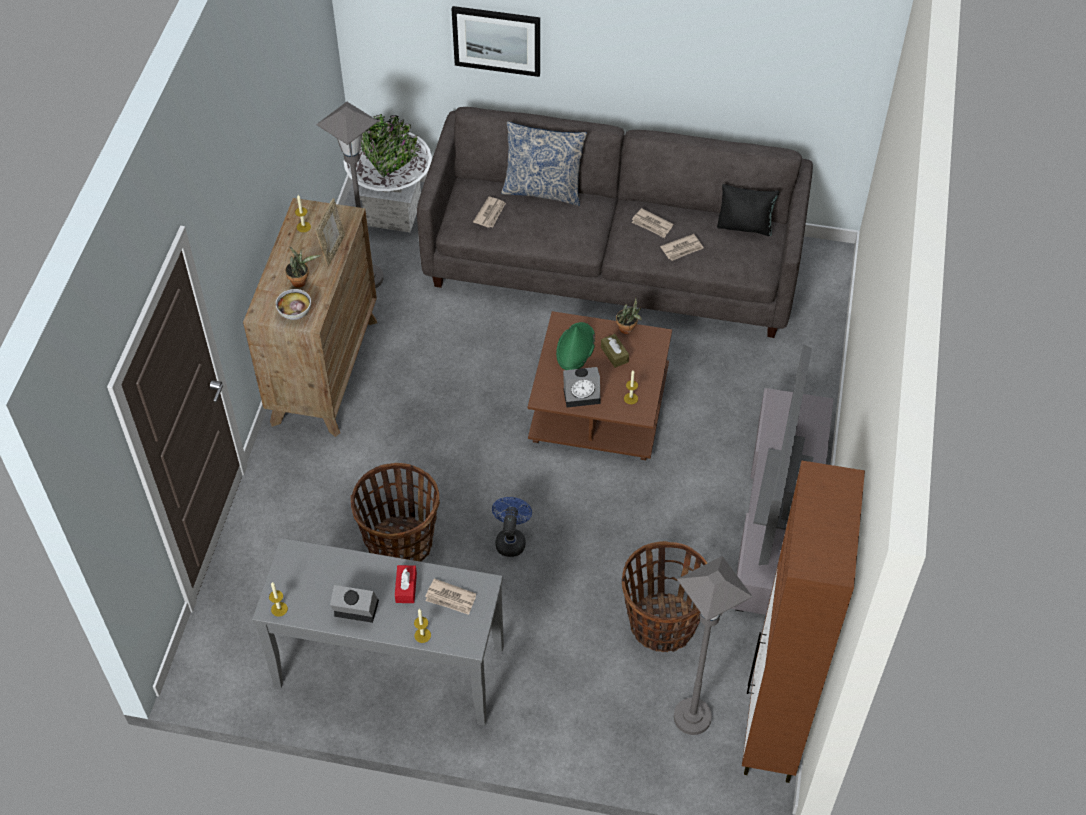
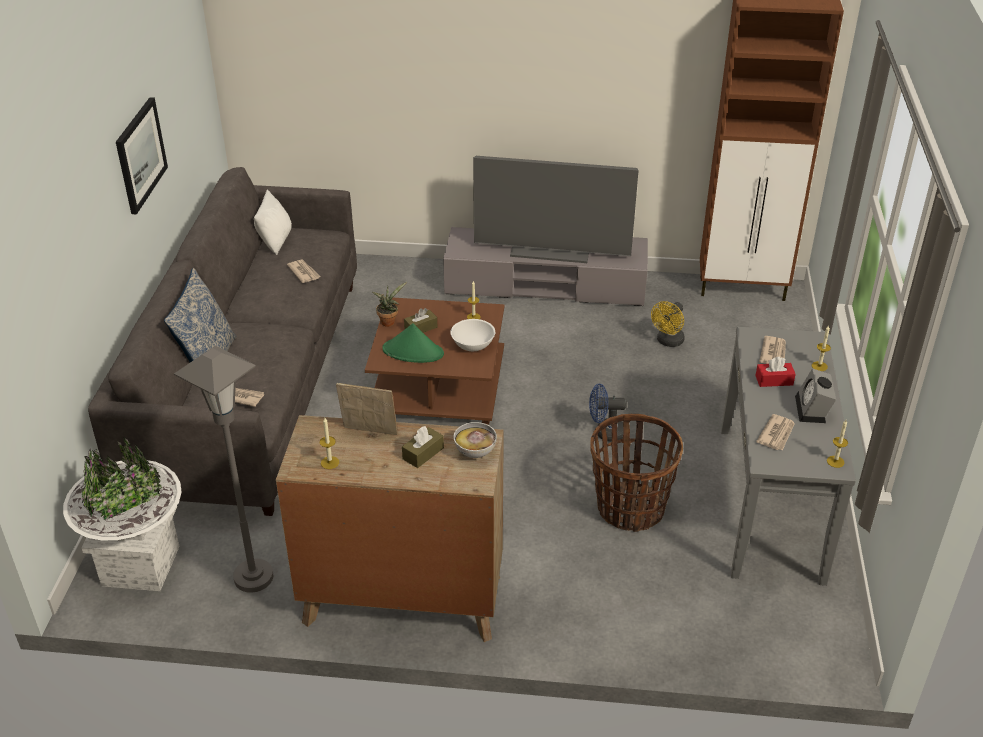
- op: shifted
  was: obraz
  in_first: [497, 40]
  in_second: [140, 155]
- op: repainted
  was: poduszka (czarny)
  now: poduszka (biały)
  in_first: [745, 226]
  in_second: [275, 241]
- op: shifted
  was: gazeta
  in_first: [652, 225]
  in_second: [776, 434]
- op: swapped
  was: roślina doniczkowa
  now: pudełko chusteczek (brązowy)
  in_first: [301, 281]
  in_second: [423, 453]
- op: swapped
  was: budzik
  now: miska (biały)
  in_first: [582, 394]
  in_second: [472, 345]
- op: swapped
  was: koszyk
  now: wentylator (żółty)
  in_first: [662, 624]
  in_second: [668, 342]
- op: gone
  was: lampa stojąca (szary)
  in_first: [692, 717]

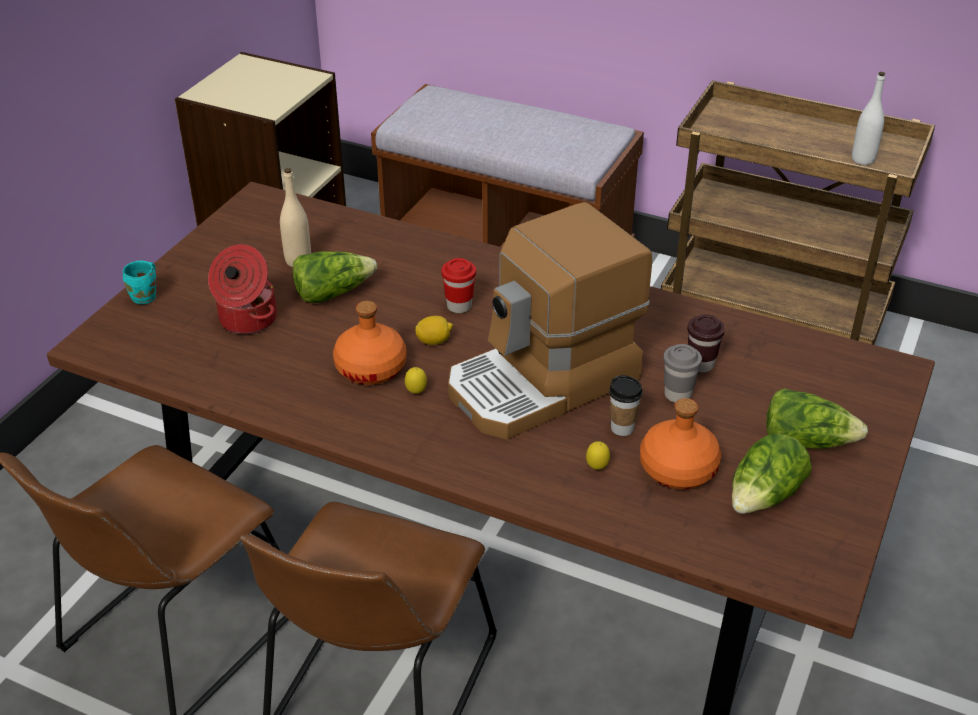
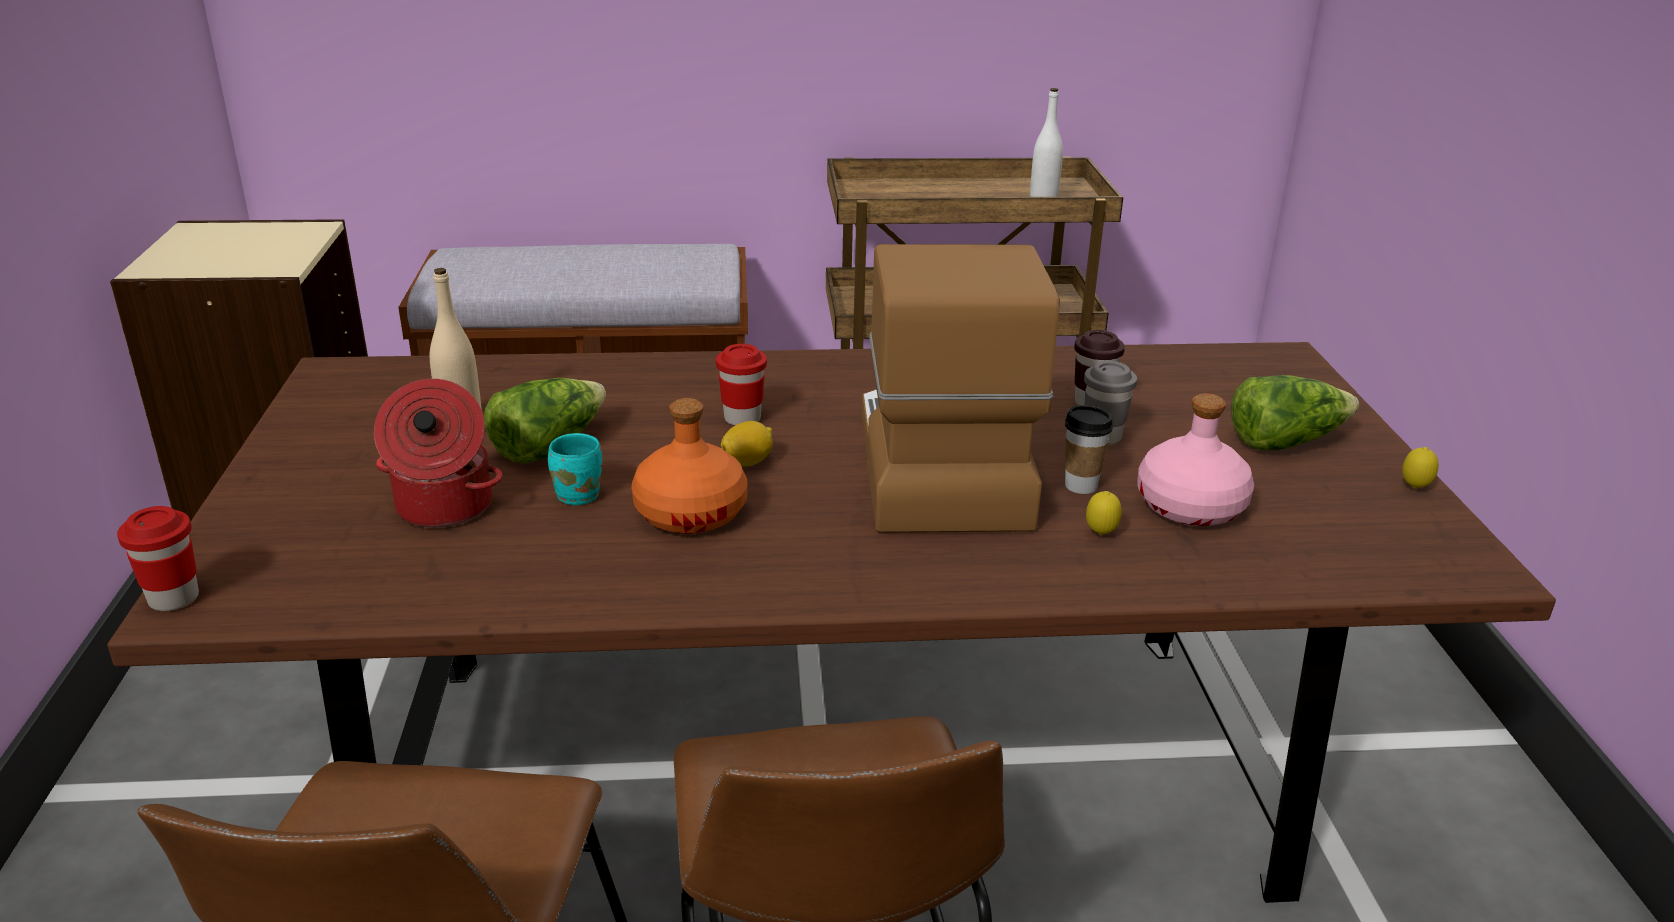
- op: rotated
  was: ekspres do kawy
  in_first: [544, 383]
  in_second: [937, 468]
  clockwise: 150
- op: shifted
  was: kubek (turkusowy)
  in_first: [146, 297]
  in_second: [581, 494]
- op: shifted
  was: cytryna
  in_first: [416, 392]
  in_second: [1414, 488]
- op: repainted
  was: butelka (pomarańczowy)
  now: butelka (różowy)
  in_first: [677, 469]
  in_second: [1189, 507]
- op: gone
  was: sałata
  in_first: [764, 496]
- op: new
  now: filiżanka (czerwony)
  in_second: [174, 599]

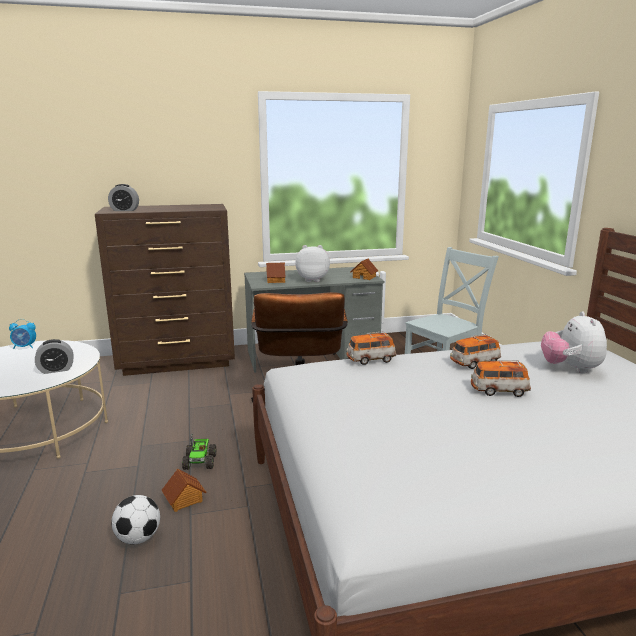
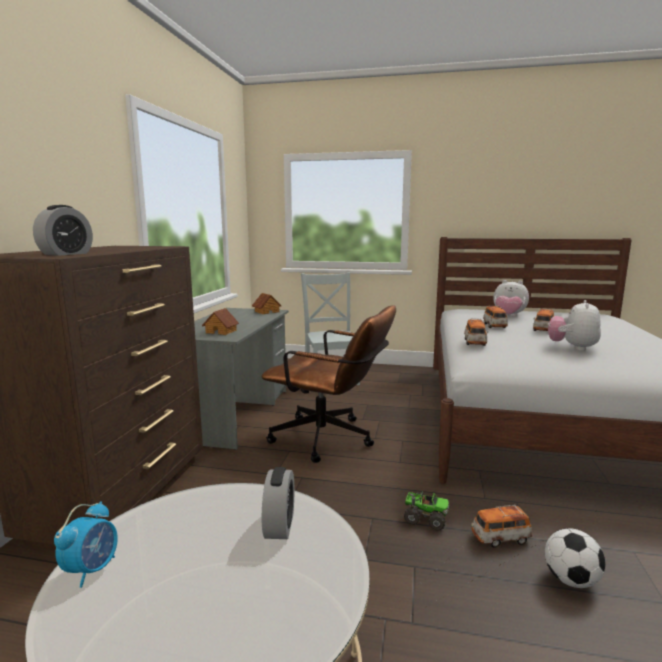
- op: shifted
  was: pluszak
  in_first: [312, 280]
  in_second: [572, 348]
- op: swapped
  was: domek
  now: samochodzik
  in_first: [184, 499]
  in_second: [500, 538]

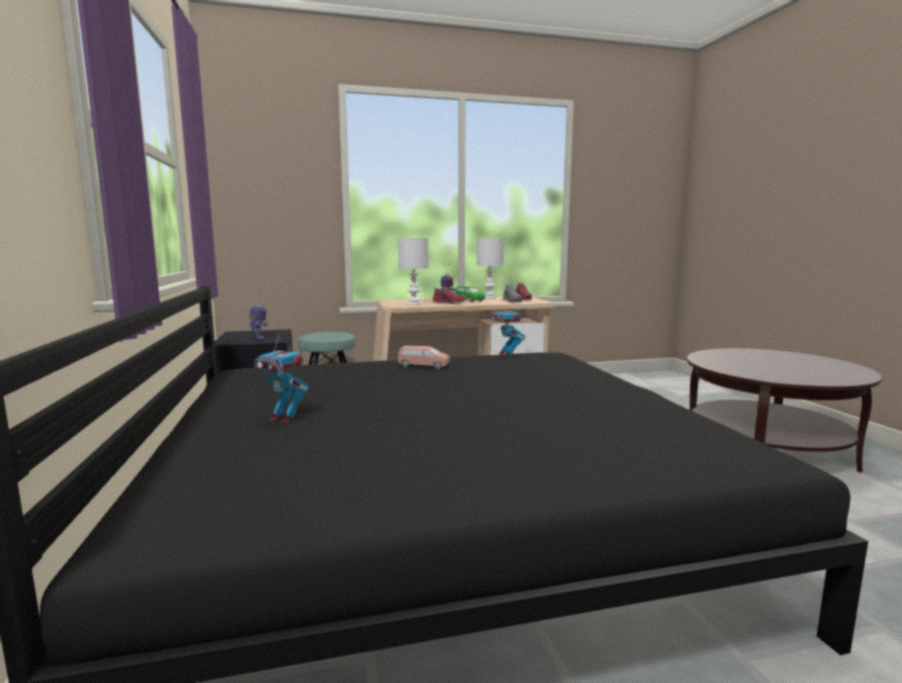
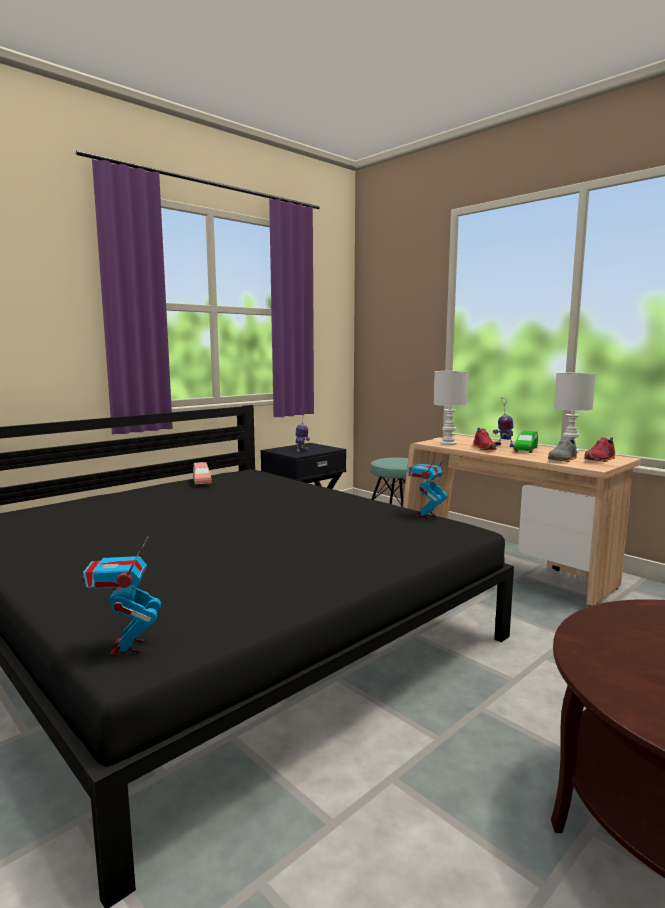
- op: shifted
  was: robot zabawkowy
  in_first: [284, 418]
  in_second: [126, 647]
- op: shifted
  was: samochodzik (różowy)
  in_first: [423, 366]
  in_second: [201, 481]

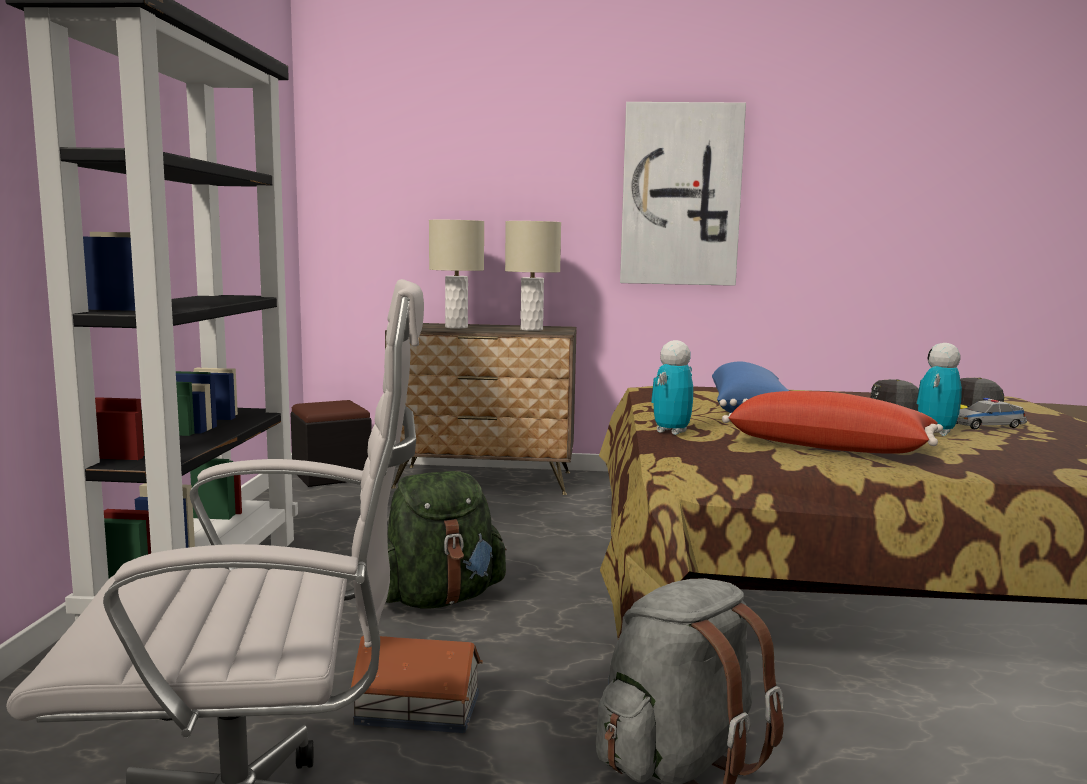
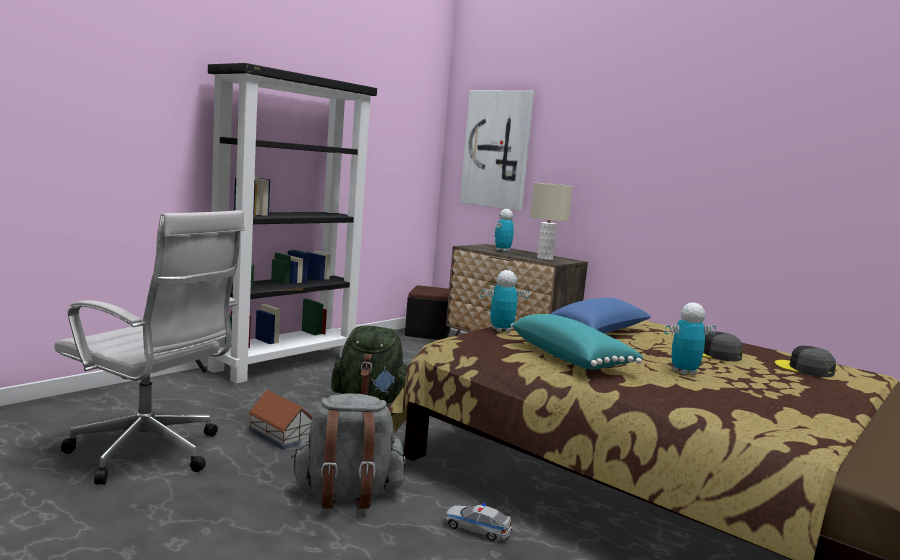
- op: shifted
  was: obraz
  in_first: [681, 195]
  in_second: [497, 149]
- op: swapped
  was: lampa stołowa (beżowy)
  now: robot zabawkowy
  in_first: [456, 327]
  in_second: [502, 250]
- op: repainted
  was: poduszka (czerwony)
  now: poduszka (turkusowy)
  in_first: [829, 447]
  in_second: [571, 358]
- op: shifted
  was: samochodzik
  in_first: [985, 426]
  in_second: [477, 529]

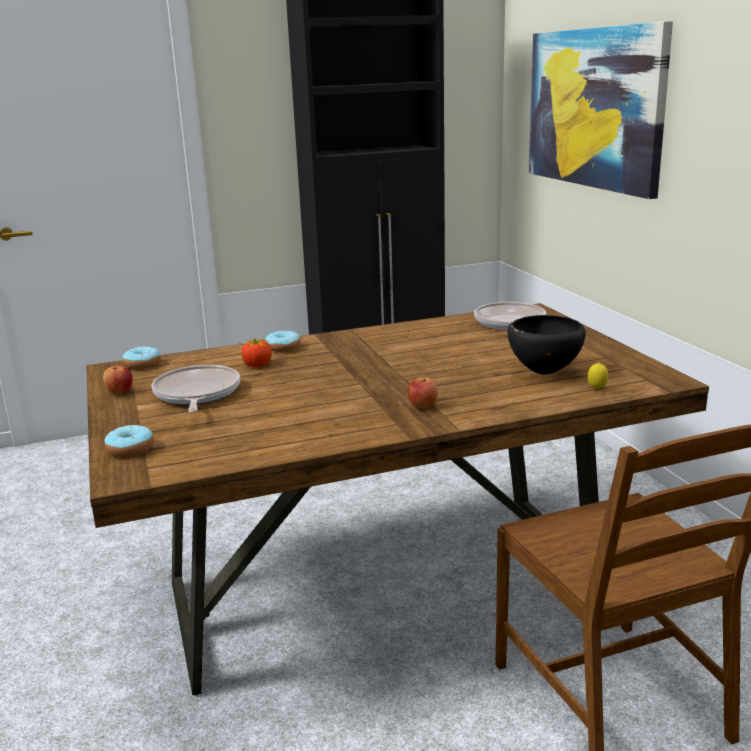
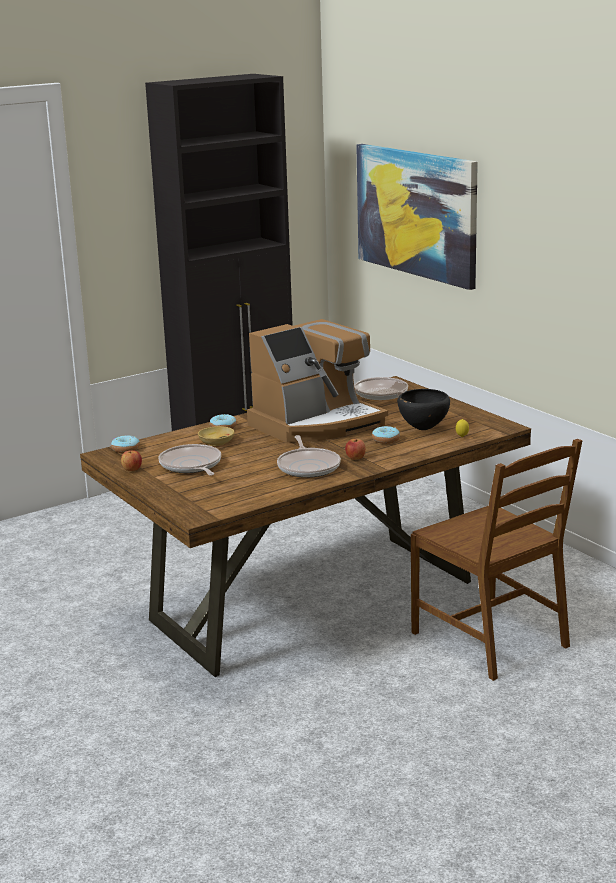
- op: swapped
  was: pomidor
  now: miska (beżowy)
  in_first: [257, 366]
  in_second: [216, 442]
- op: shifted
  was: donut
  in_first: [130, 449]
  in_second: [385, 440]
- op: new
  now: ekspres do kawy
  in_second: [317, 424]
- op: new
  now: patelnia
  in_second: [308, 466]

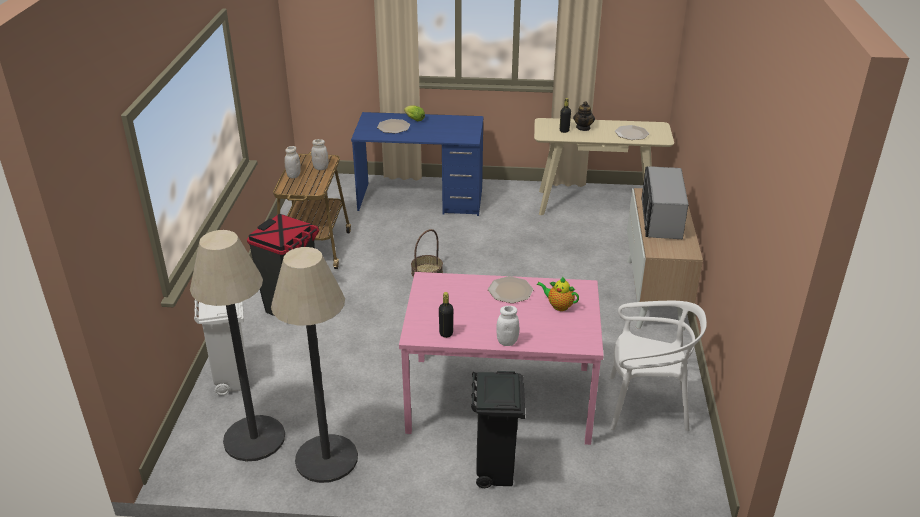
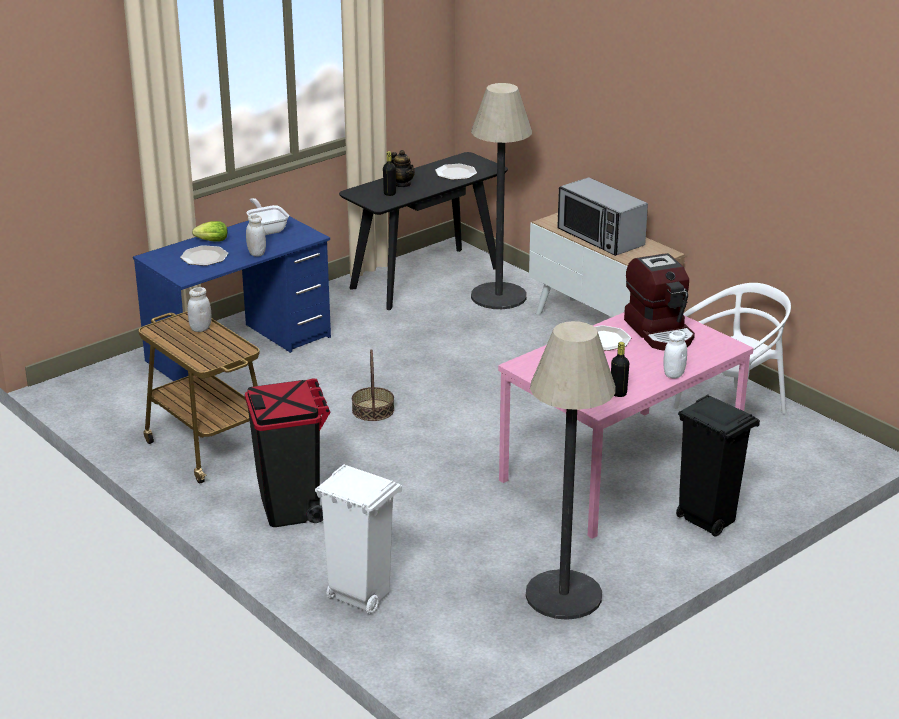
- op: repainted
  was: stolik konsolowy (beżowy)
  now: stolik konsolowy (czarny)
  in_first: [595, 204]
  in_second: [425, 278]
- op: shifted
  was: słoik (biały)
  in_first: [293, 175]
  in_second: [256, 253]
- op: shifted
  was: lampa stojąca
  in_first: [254, 438]
  in_second: [498, 296]
- op: swapped
  was: imbryk
  now: ekspres do kawy
  in_first: [558, 306]
  in_second: [660, 331]
- op: new
  now: patelnia
  in_second: [267, 229]

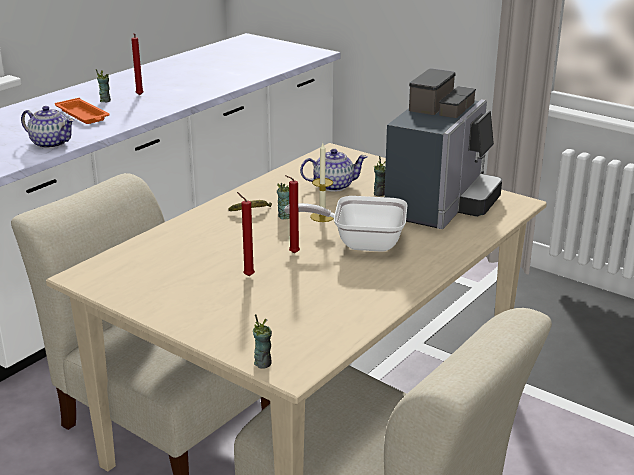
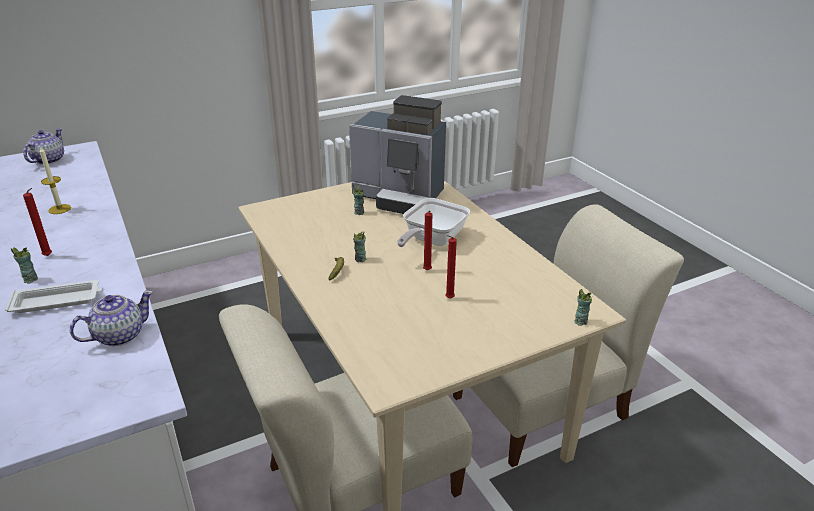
- op: rotated
  was: ekspres do kawy
  in_first: [441, 205]
  in_second: [400, 197]
  clockwise: 150
- op: repainted
  was: taca (pomarańczowy)
  now: taca (biały)
  in_first: [83, 115]
  in_second: [57, 301]
- op: shifted
  was: świeca
  in_first: [322, 216]
  in_second: [59, 209]
- op: shifted
  was: imbryk
  in_first: [333, 186]
  in_second: [48, 160]

